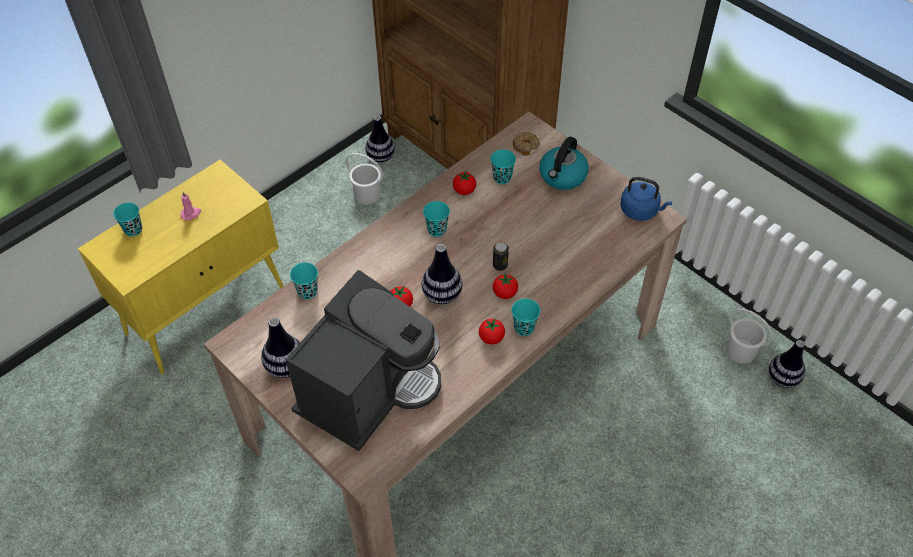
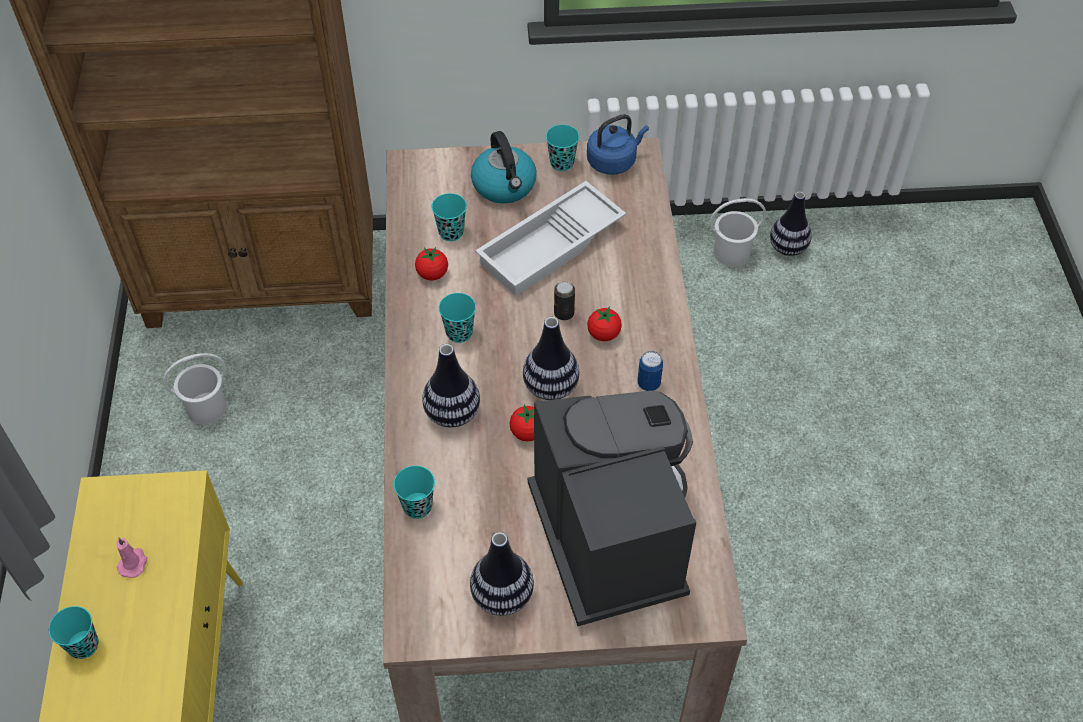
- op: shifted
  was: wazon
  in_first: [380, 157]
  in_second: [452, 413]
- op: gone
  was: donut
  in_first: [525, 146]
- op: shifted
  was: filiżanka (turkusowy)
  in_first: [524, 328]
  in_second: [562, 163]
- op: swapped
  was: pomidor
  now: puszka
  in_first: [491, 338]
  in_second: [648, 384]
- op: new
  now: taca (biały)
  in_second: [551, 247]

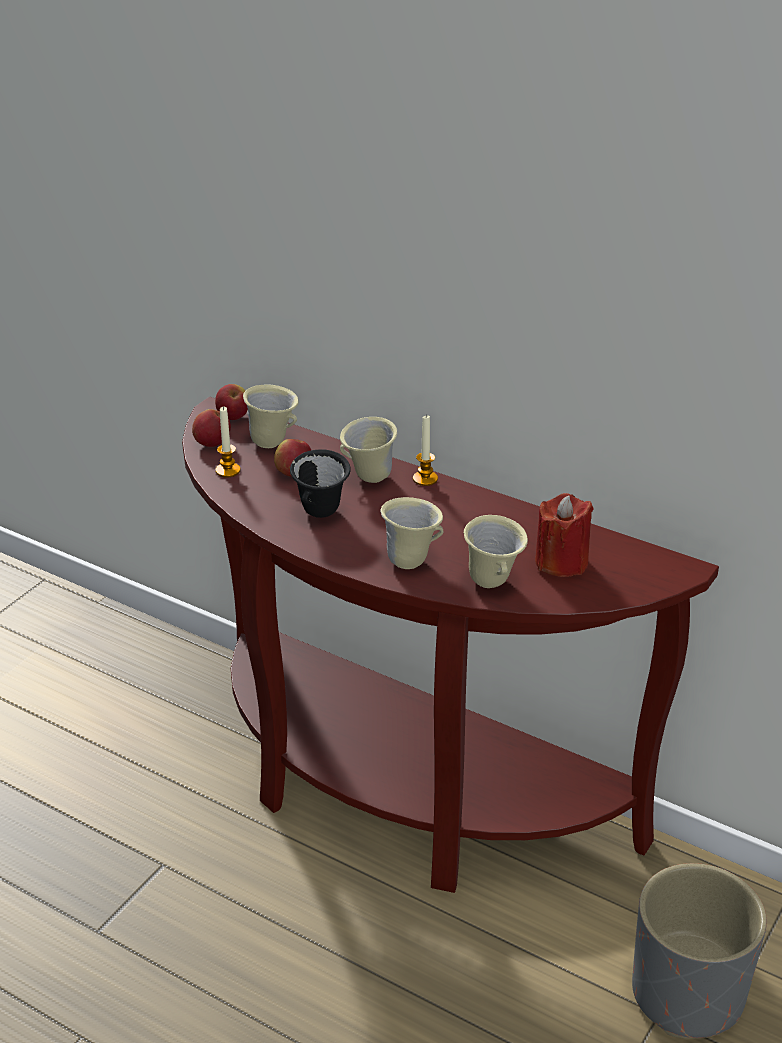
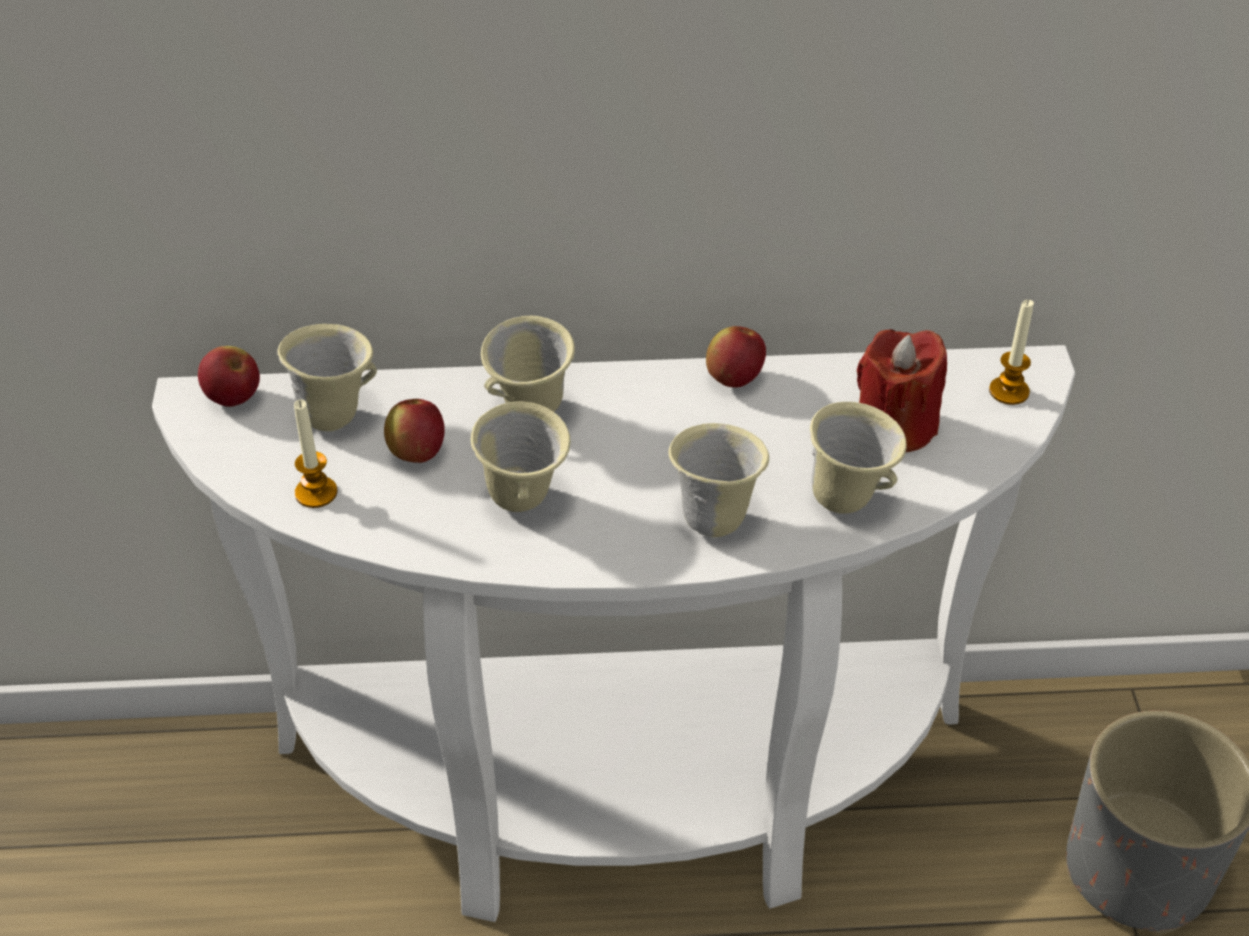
- op: repainted
  was: stolik konsolowy (brązowy)
  now: stolik konsolowy (biały)
  in_first: [398, 791]
  in_second: [623, 799]
- op: shifted
  was: jabłko
  in_first: [212, 443]
  in_second: [734, 378]
- op: shifted
  was: świeca
  in_first: [425, 479]
  in_second: [1009, 391]
- op: repainted
  was: kubek (czarny)
  now: kubek (beżowy)
  in_first: [321, 515]
  in_second: [524, 503]

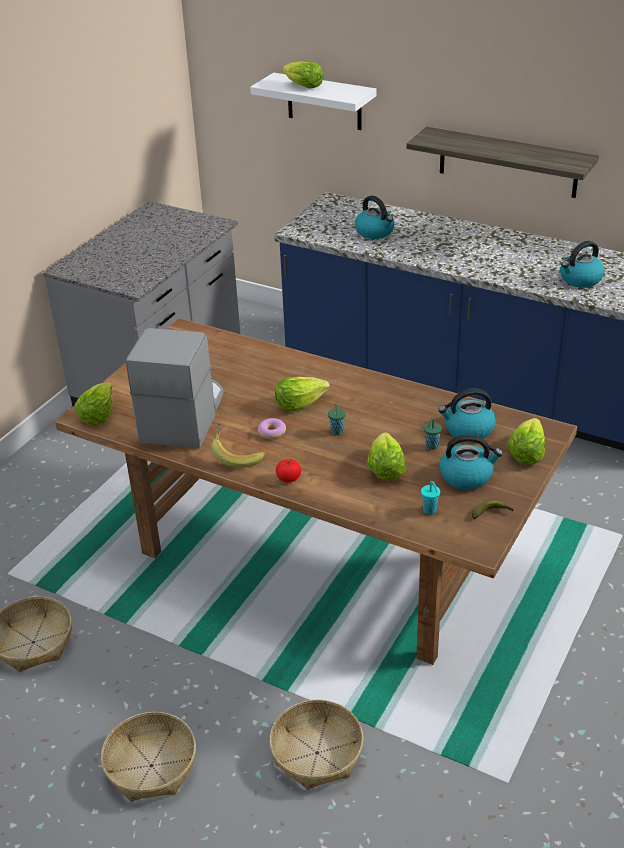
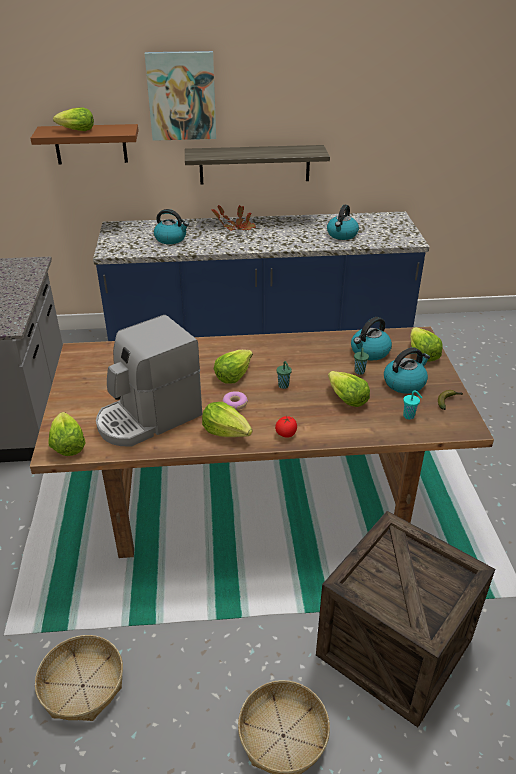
- op: repainted
  was: półka (biały)
  now: półka (brązowy)
  in_first: [324, 102]
  in_second: [90, 144]
- op: rotated
  was: ekspres do kawy
  in_first: [183, 416]
  in_second: [148, 418]
  clockwise: -105
- op: swapped
  was: banan
  now: sałata
  in_first: [237, 455]
  in_second: [226, 432]
- op: swapped
  was: koszyk
  now: skrzynka
  in_first: [317, 753]
  in_second: [394, 647]
- op: new
  now: obraz
  in_second: [181, 96]
- op: new
  now: roślina doniczkowa
  in_second: [237, 227]

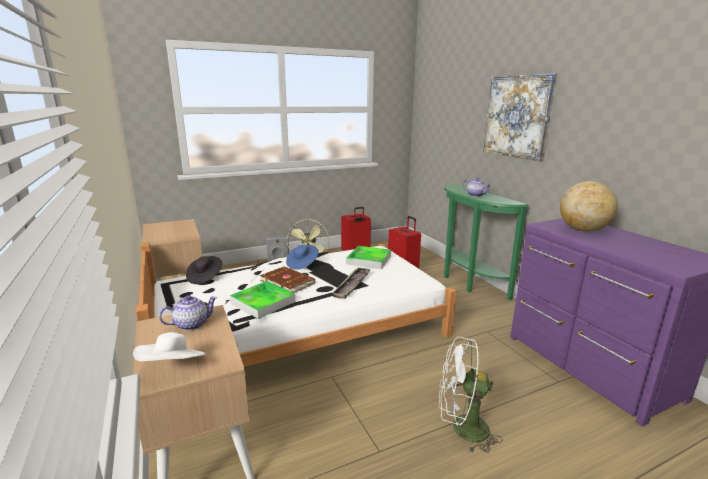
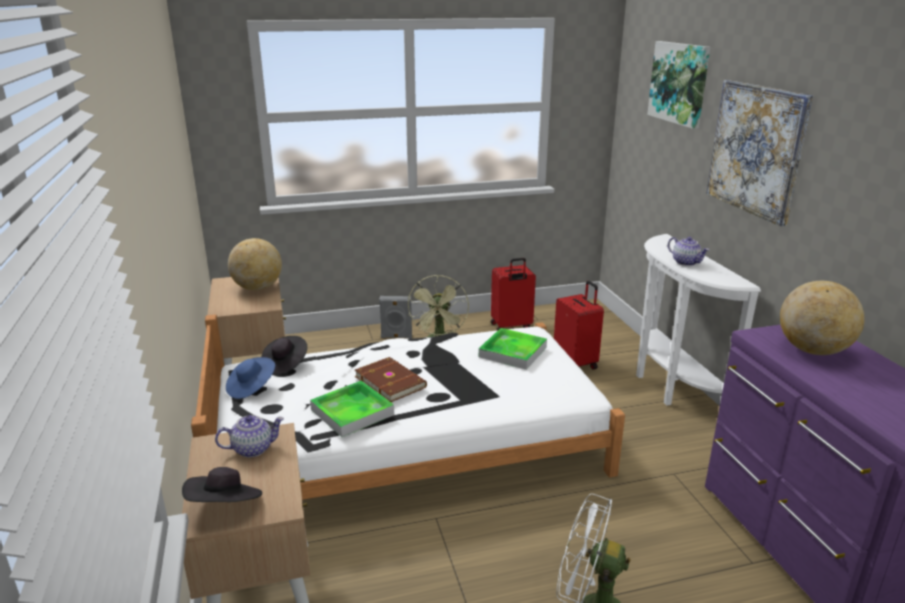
- op: repainted
  was: stolik konsolowy (zielony)
  now: stolik konsolowy (biały)
  in_first: [467, 282]
  in_second: [670, 387]
- op: shifted
  was: kapelusz (niebieski)
  in_first: [302, 264]
  in_second: [251, 388]
- op: gone
  was: taca
  in_first: [352, 285]
- op: repainted
  was: kapelusz (biały)
  now: kapelusz (czarny)
  in_first: [173, 367]
  in_second: [225, 506]
- op: new
  now: obraz
  in_second: [679, 83]
- op: new
  now: globus
  in_second: [258, 288]

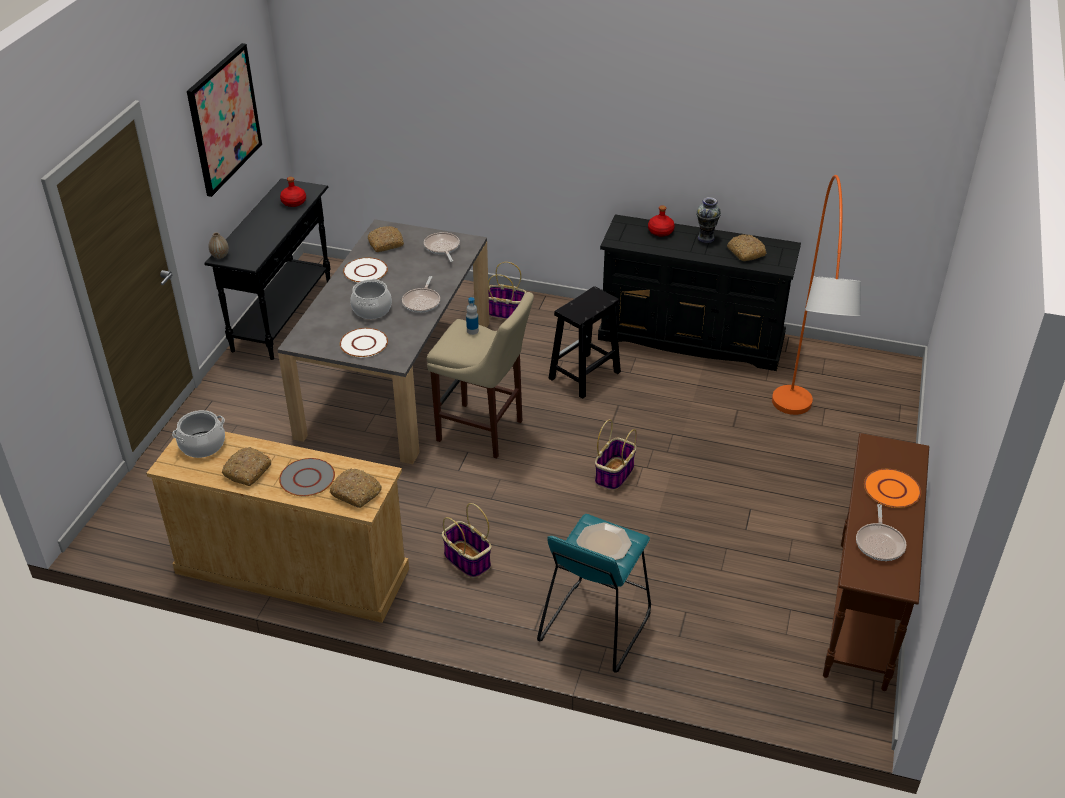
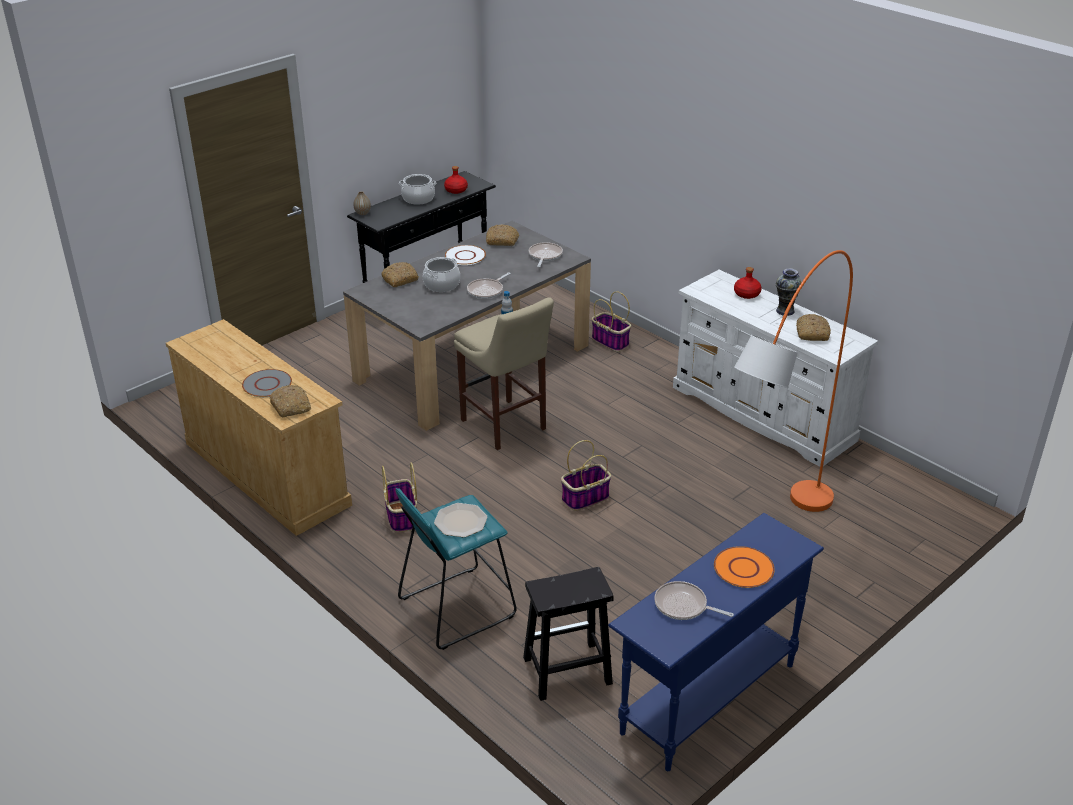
- op: gone
  was: obraz
  in_first: [224, 119]
- op: repainted
  was: komoda (czarny)
  now: komoda (biały)
  in_first: [692, 338]
  in_second: [763, 414]
- op: shifted
  was: stołek (czarny)
  in_first: [584, 376]
  in_second: [566, 671]
- op: gone
  was: talerz (biały)
  in_first: [364, 343]
- op: shifted
  was: garnek
  in_first: [202, 444]
  in_second: [418, 198]
- op: repainted
  was: stolik konsolowy (brązowy)
  now: stolik konsolowy (niebieski)
  in_first: [861, 613]
  in_second: [707, 698]
- op: shifted
  was: chleb
  in_first: [247, 471]
  in_second: [400, 279]
- op: rotated
  was: patelnia
  in_first: [880, 543]
  in_second: [683, 606]
  clockwise: 75

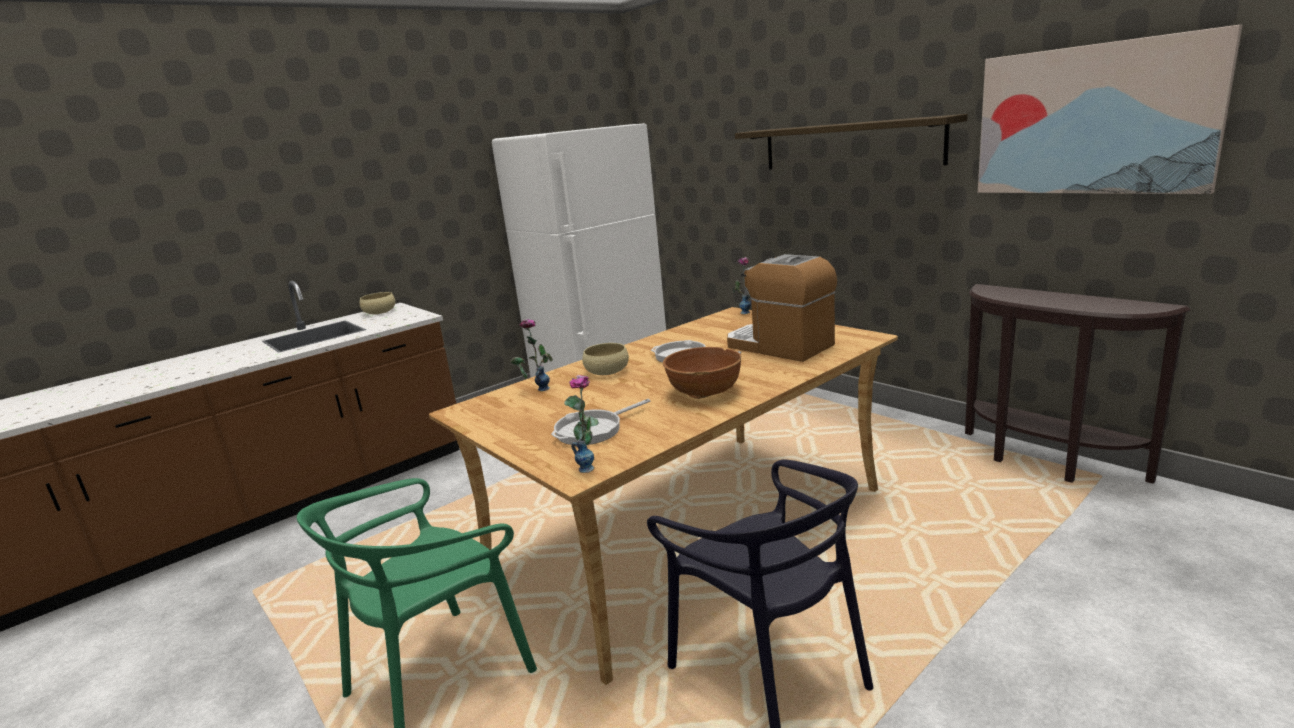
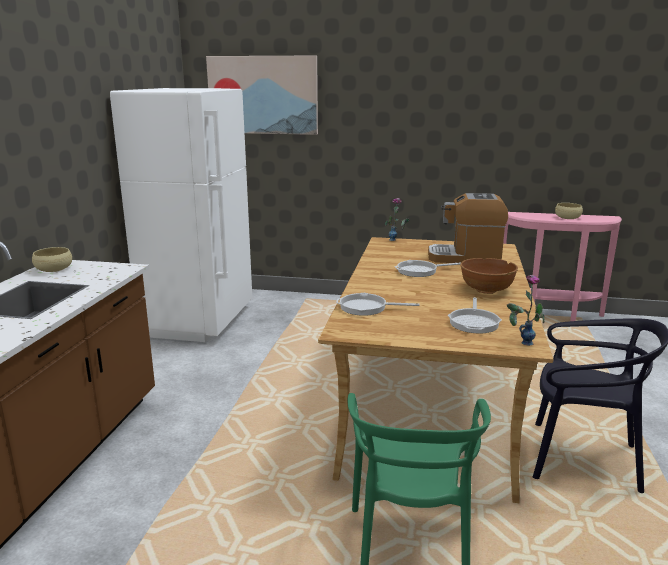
- op: shifted
  was: obraz
  in_first: [1093, 120]
  in_second: [263, 95]
- op: gone
  was: półka
  in_first: [849, 145]
- op: repainted
  was: stolik konsolowy (brązowy)
  now: stolik konsolowy (różowy)
  in_first: [1043, 462]
  in_second: [550, 316]
- op: swapped
  was: wazon
  now: patelnia
  in_first: [535, 390]
  in_second: [366, 308]
- op: shifted
  was: miska (beżowy)
  in_first: [606, 371]
  in_second: [567, 217]

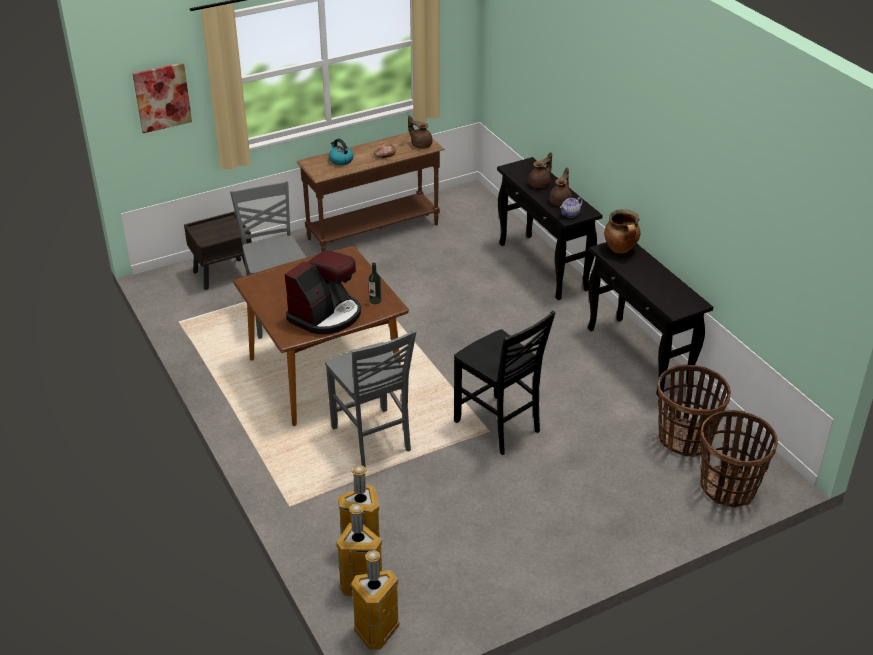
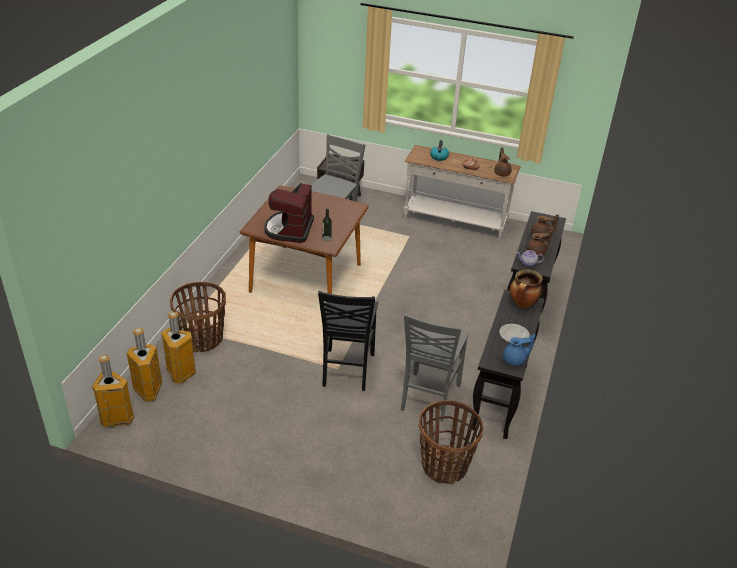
- op: gone
  was: obraz
  in_first: [162, 97]
- op: repainted
  was: stolik konsolowy (brązowy)
  now: stolik konsolowy (biały)
  in_first: [374, 232]
  in_second: [454, 224]
- op: rotated
  was: ekspres do kawy
  in_first: [326, 315]
  in_second: [289, 229]
  clockwise: 105
- op: shifted
  was: krzesło (szary)
  in_first: [372, 440]
  in_second: [428, 397]
- op: shifted
  was: koszyk
  in_first: [728, 488]
  in_second: [202, 339]
- op: new
  now: talerz
  in_second: [514, 335]
- op: new
  now: imbryk (niebieski)
  in_second: [515, 360]

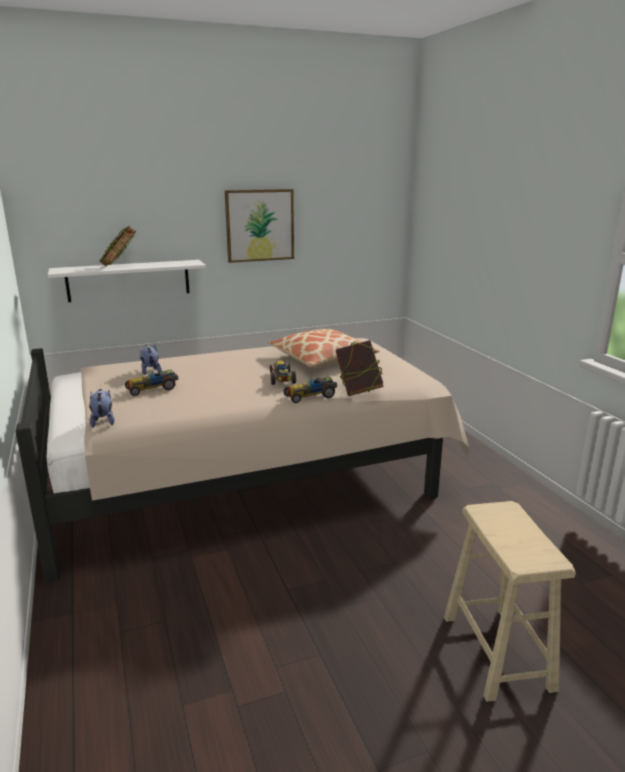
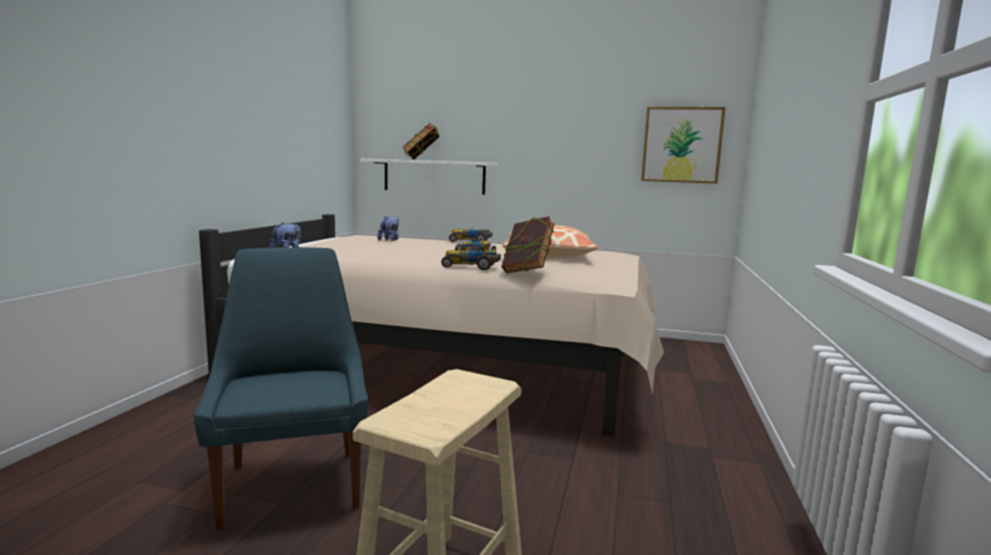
- op: shifted
  was: obraz
  in_first: [259, 225]
  in_second: [681, 145]
- op: shifted
  was: samochodzik
  in_first: [153, 388]
  in_second: [471, 241]
- op: new
  now: krzesło (niebieski)
  in_second: [293, 483]

